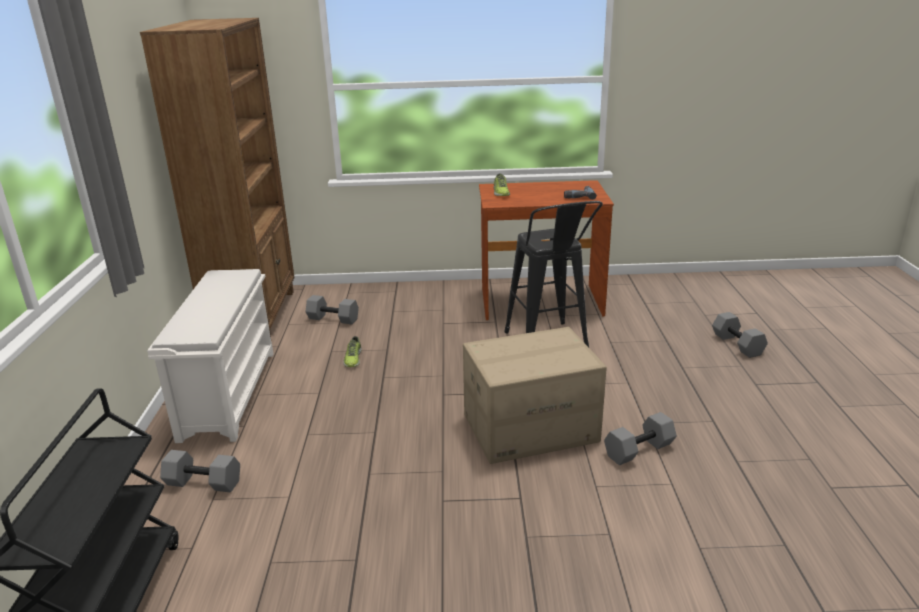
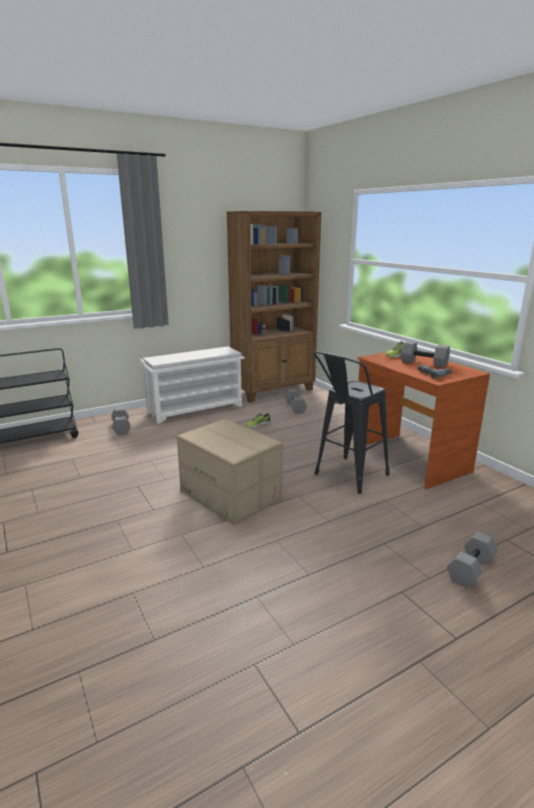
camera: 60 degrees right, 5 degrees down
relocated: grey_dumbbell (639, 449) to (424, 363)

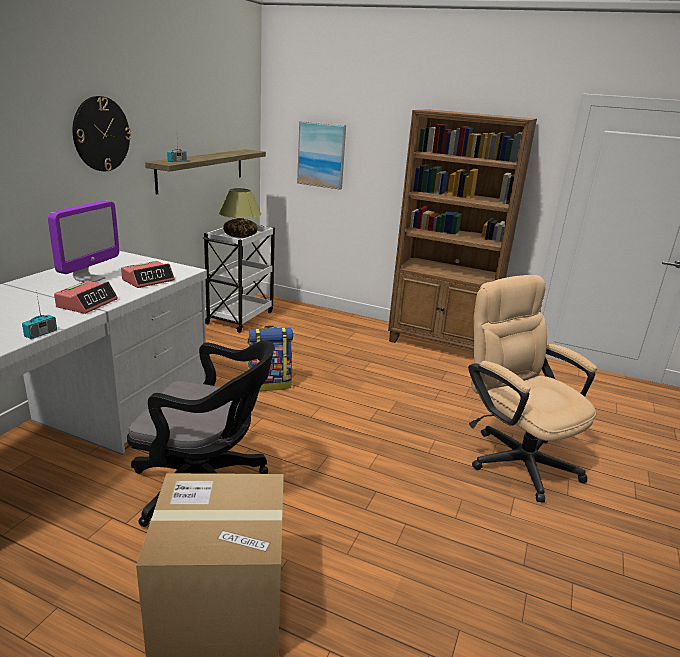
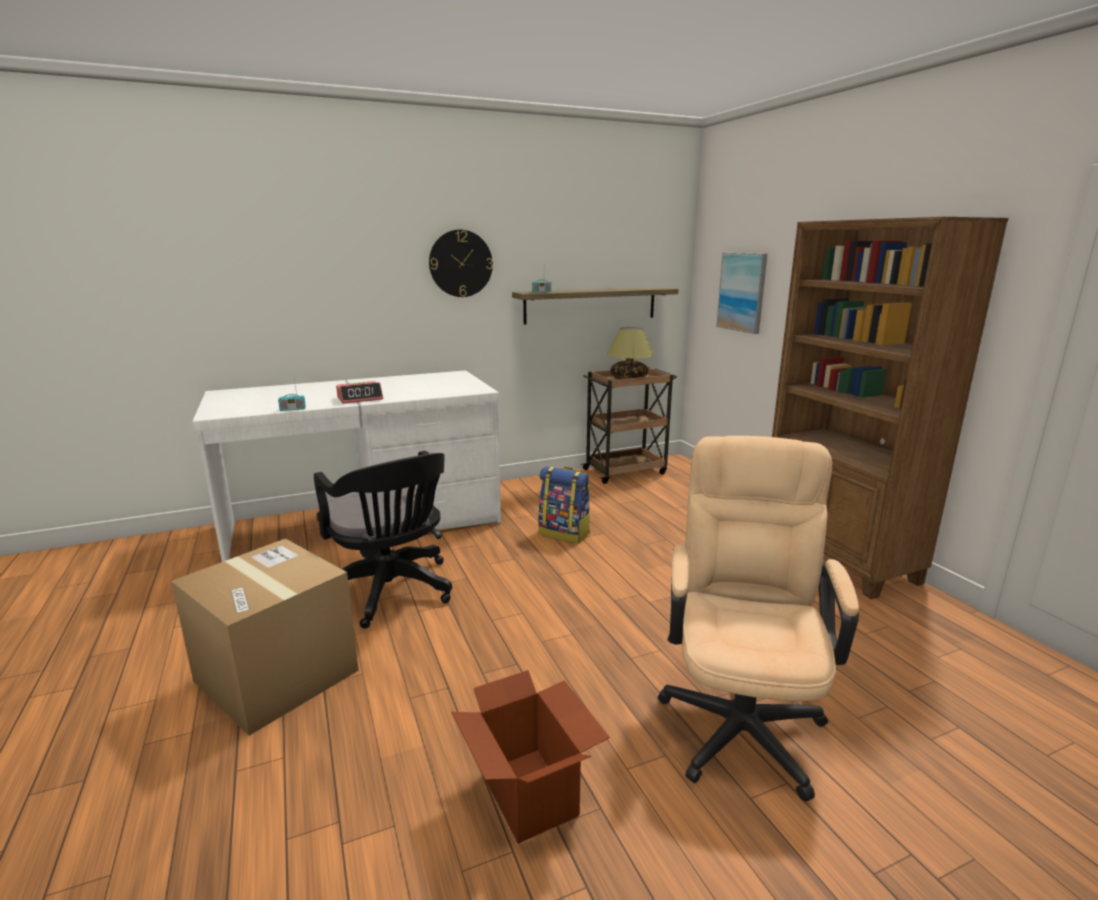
camera: 45 degrees right, 5 degrees down
missing: monitor (89, 279); alarm_clock (148, 280)
appeared: cardboard_box (530, 793)
colour: white_cart (240, 317) to brown_cart (625, 471)

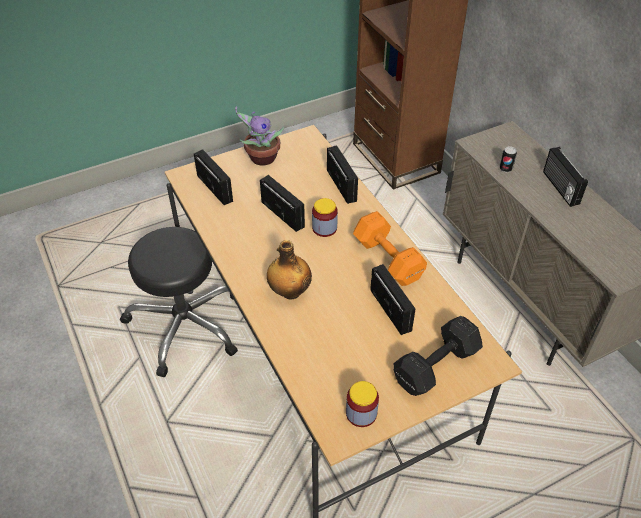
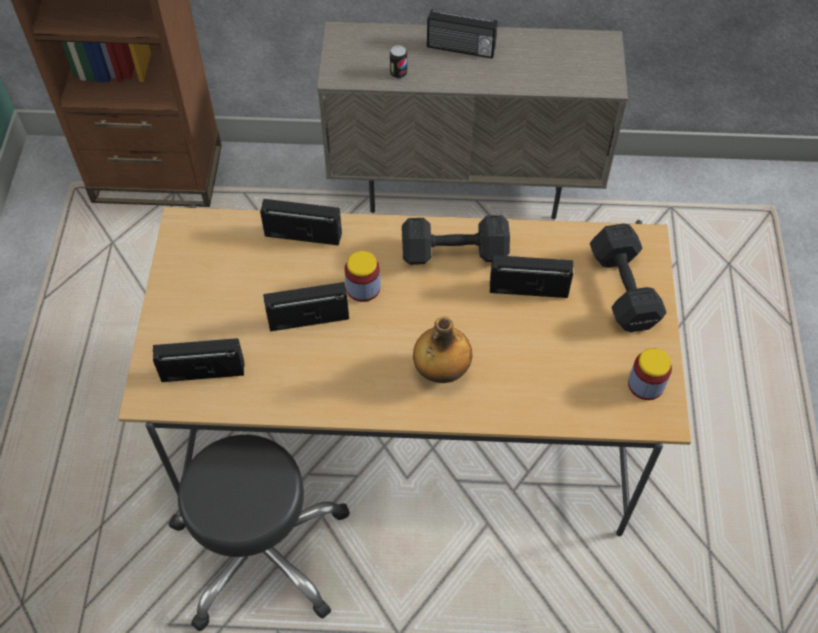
camera: 60 degrees left, 10 degrees up
missing: potted_plant (261, 158)
colour: orange_dumbbell (388, 261) to black_dumbbell (456, 253)

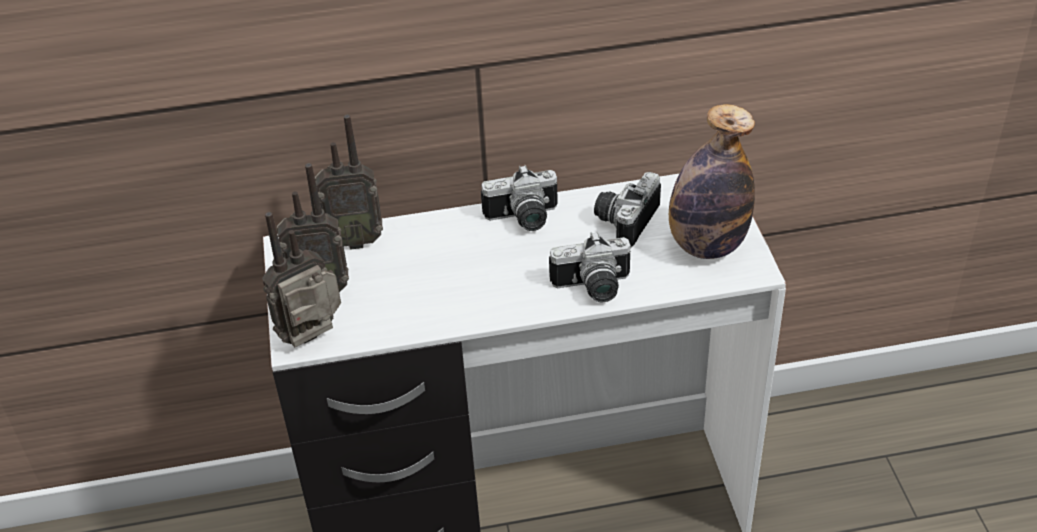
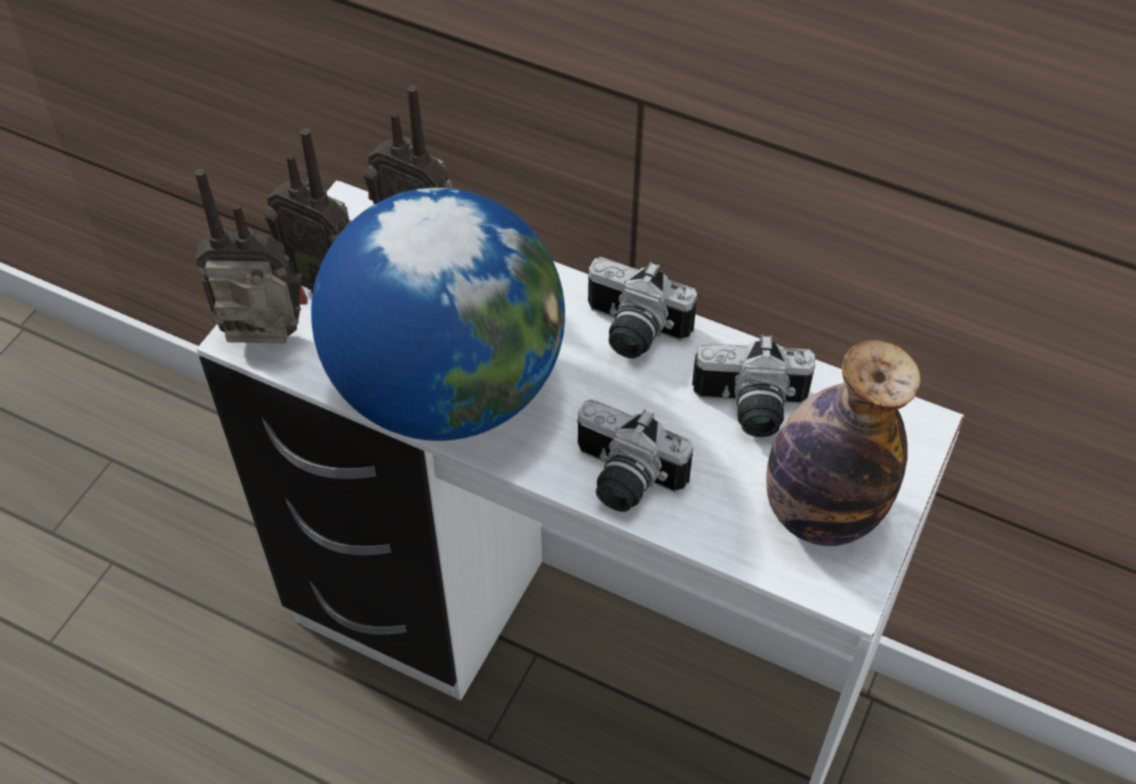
camera: 35 degrees right, 10 degrees up
appeared: globe (447, 389)
spun: photo_camera (623, 220) = (749, 410) 150 degrees counterclockwise

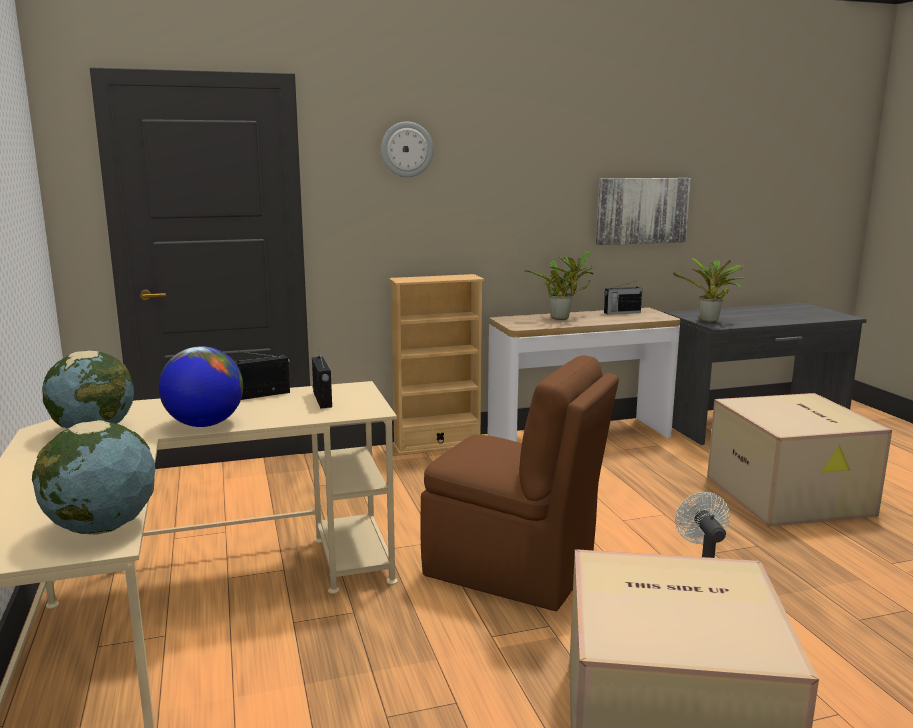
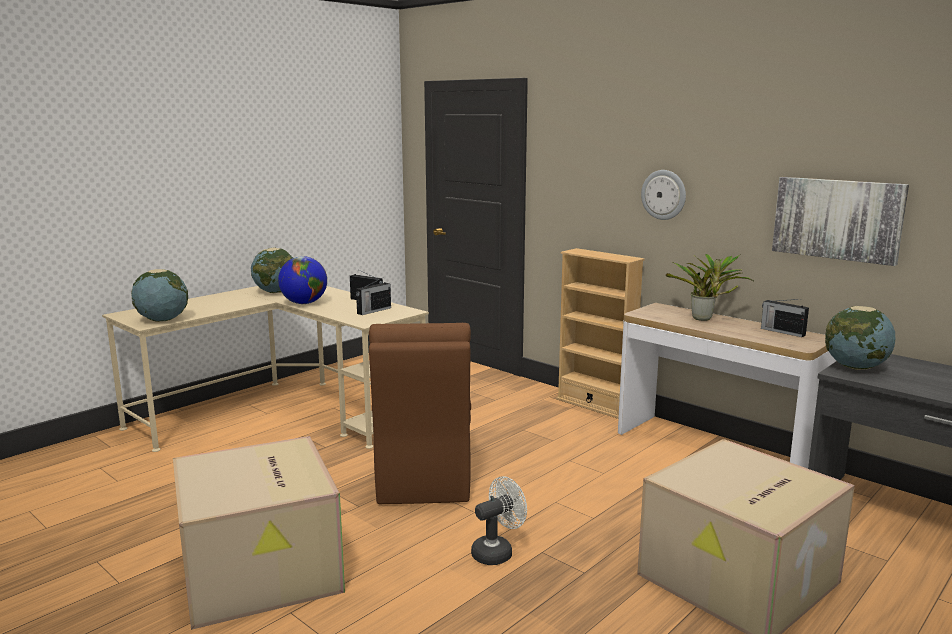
camera: 60 degrees right, 0 degrees up
relocated: wall_clock (406, 149) to (664, 194)
exchanged: potted_plant (709, 321) to globe (855, 367)

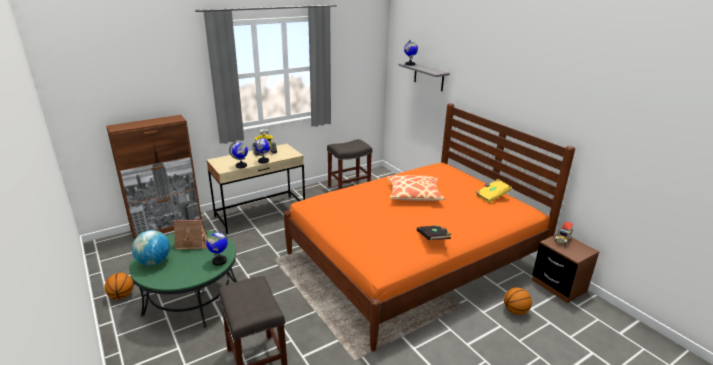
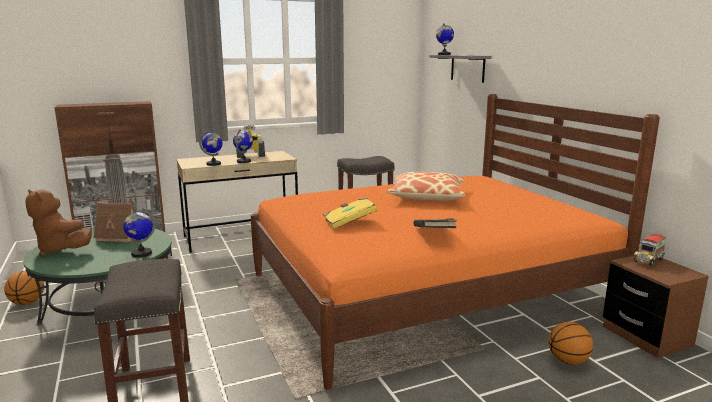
camera: 10 degrees right, 10 degrees down
relocated: yellow_book (492, 196) to (349, 222)
exchanged: globe (154, 262) to brown_plush_toy (61, 250)

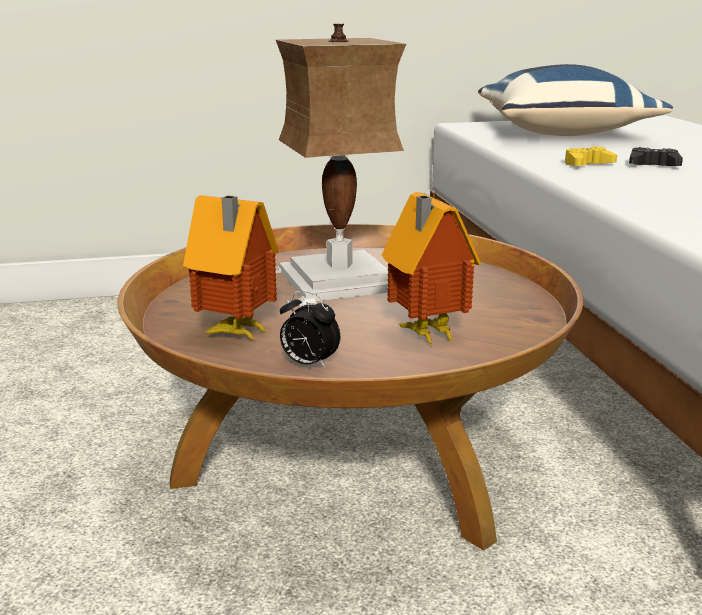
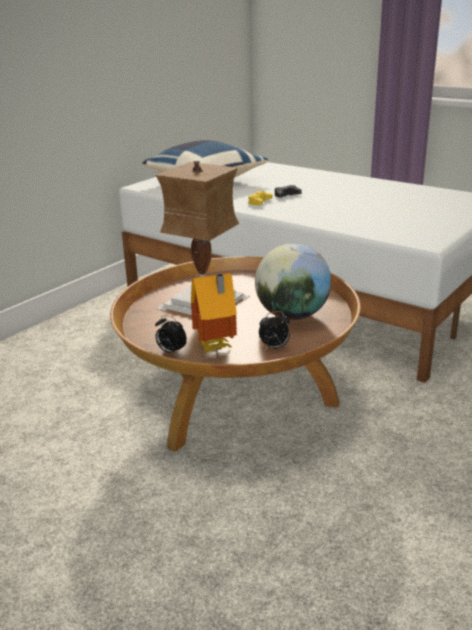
camera: 40 degrees left, 5 degrees up
appeared: alarm_clock (171, 352)
exchanged: toy_house (424, 335) to globe (292, 316)

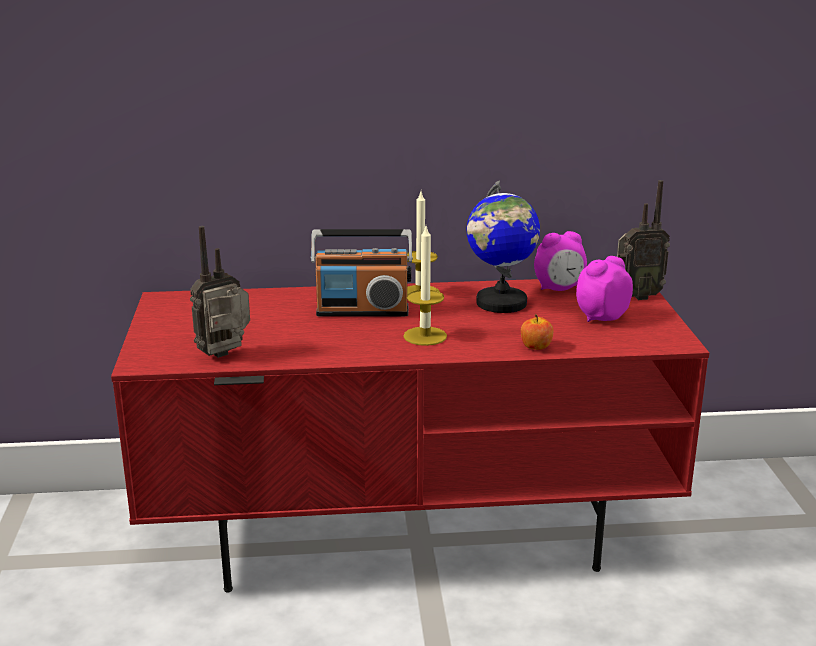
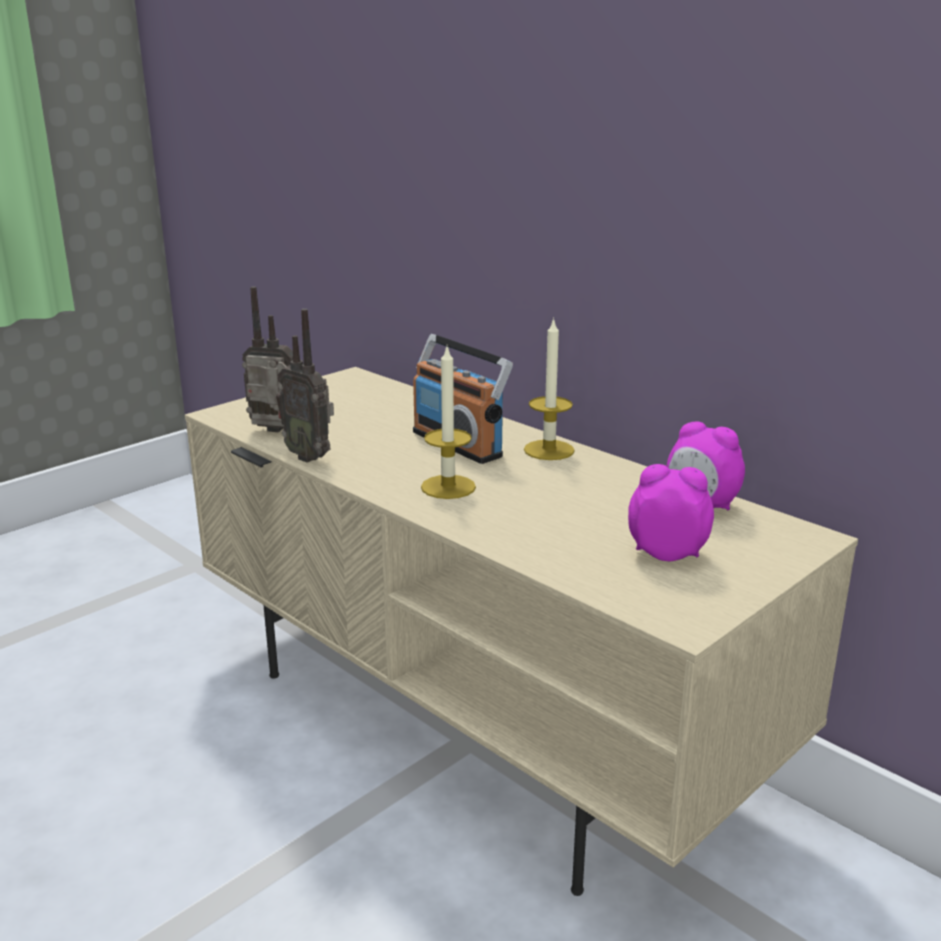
camera: 50 degrees right, 0 degrees up
missing: globe (501, 303); apple (536, 347)
relocated: radio (636, 296) to (310, 456)
colour: red_tv_stand (410, 530) to beige_tv_stand (479, 724)

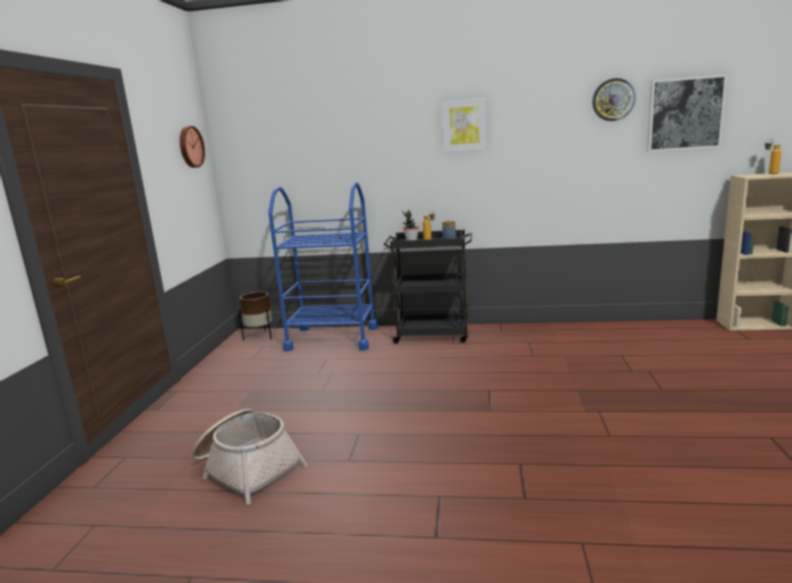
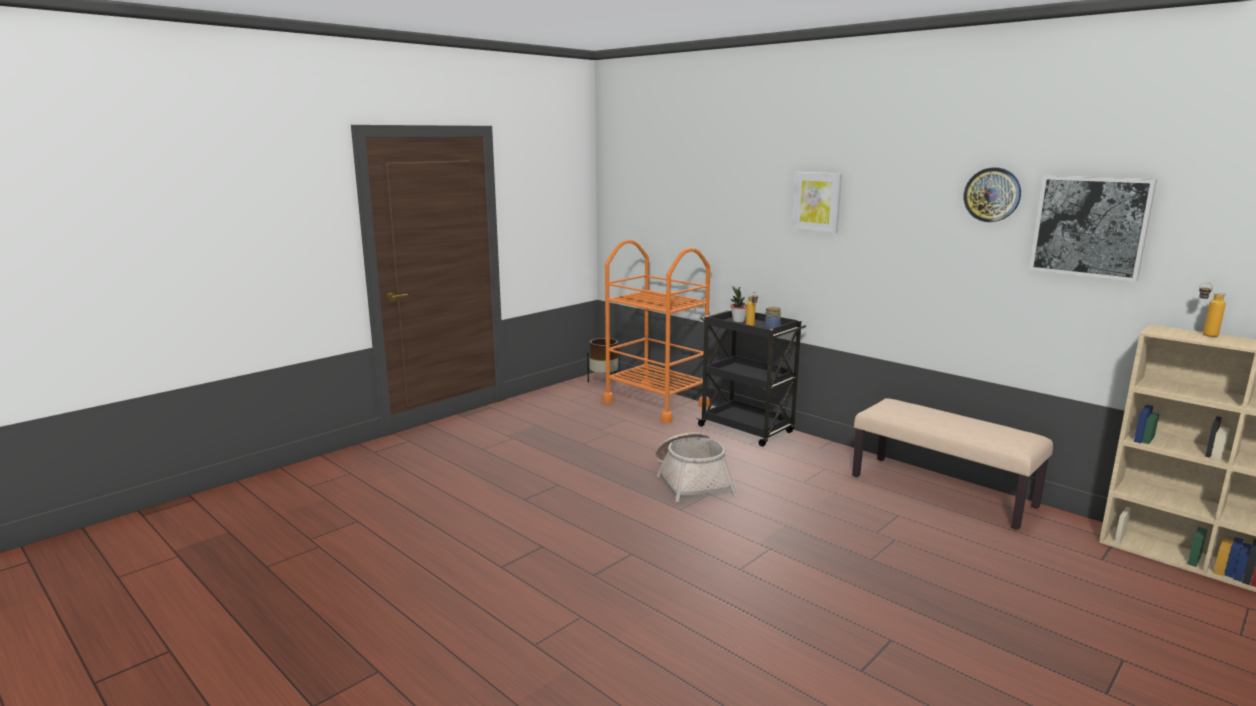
camera: 35 degrees right, 0 degrees up
missing: wall_clock (190, 147)
appeared: beige_bench (942, 491)
relocated: basket (247, 468) to (691, 481)
colour: blue_cart (332, 338) to orange_cart (655, 404)

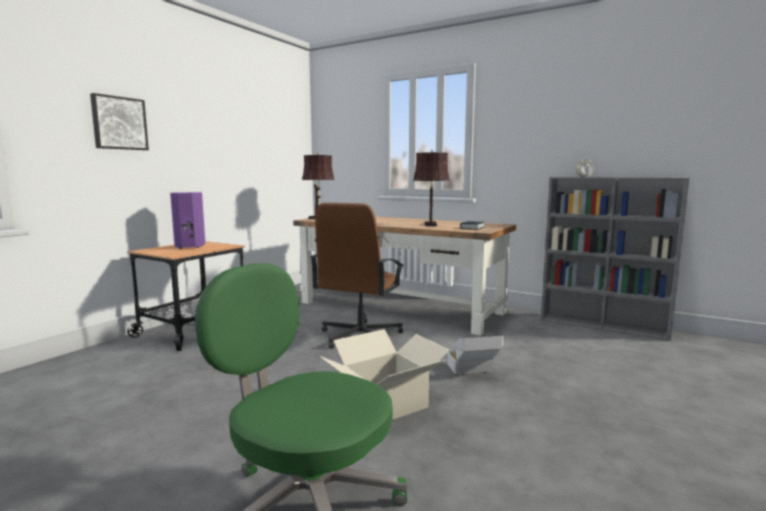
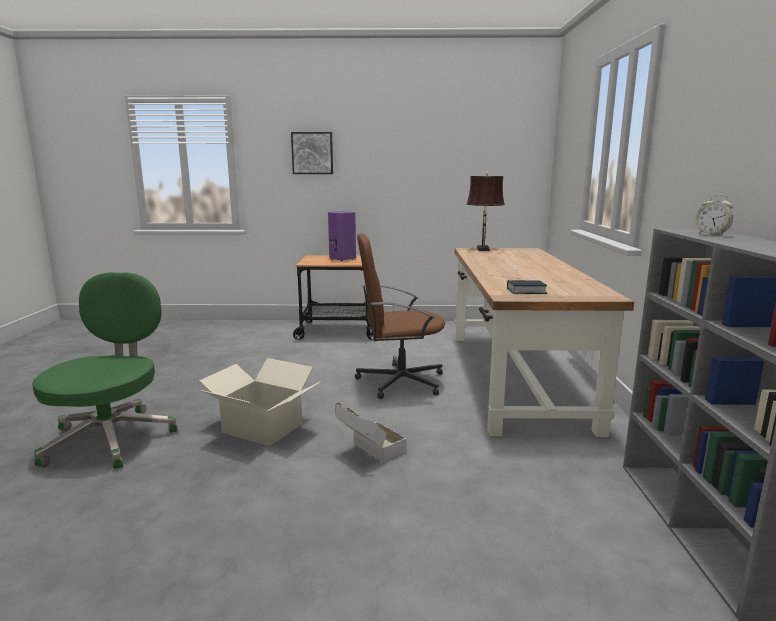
camera: 60 degrees right, 5 degrees up
missing: brown_table_lamp (430, 224)

